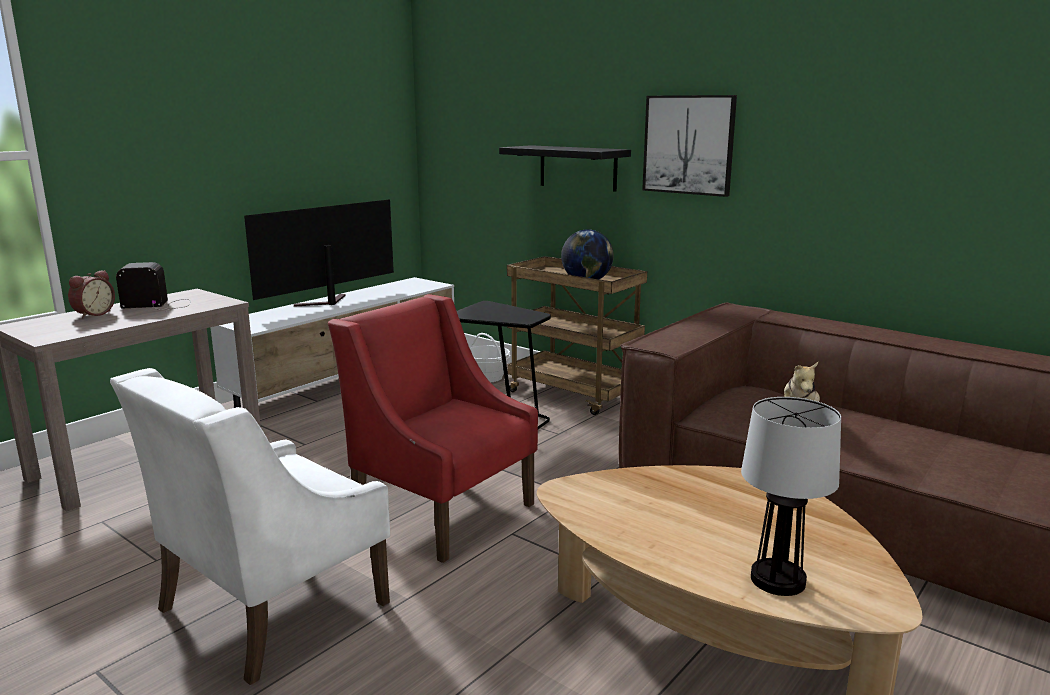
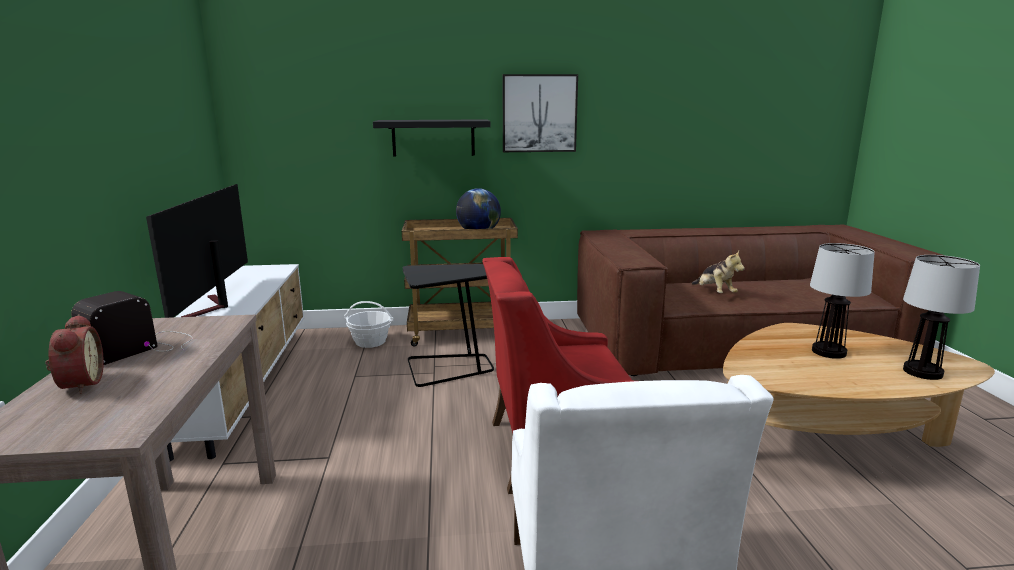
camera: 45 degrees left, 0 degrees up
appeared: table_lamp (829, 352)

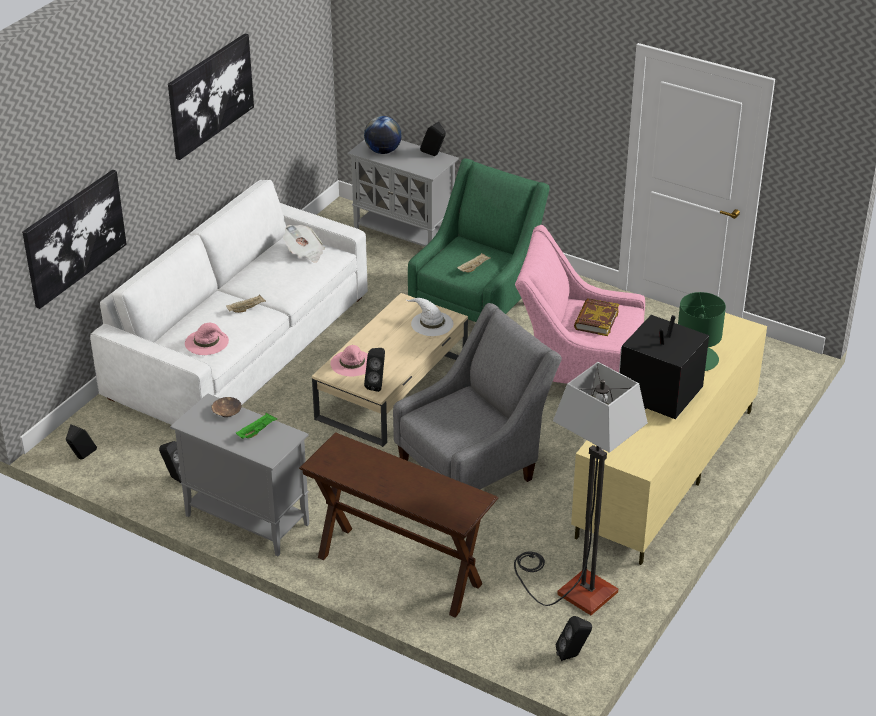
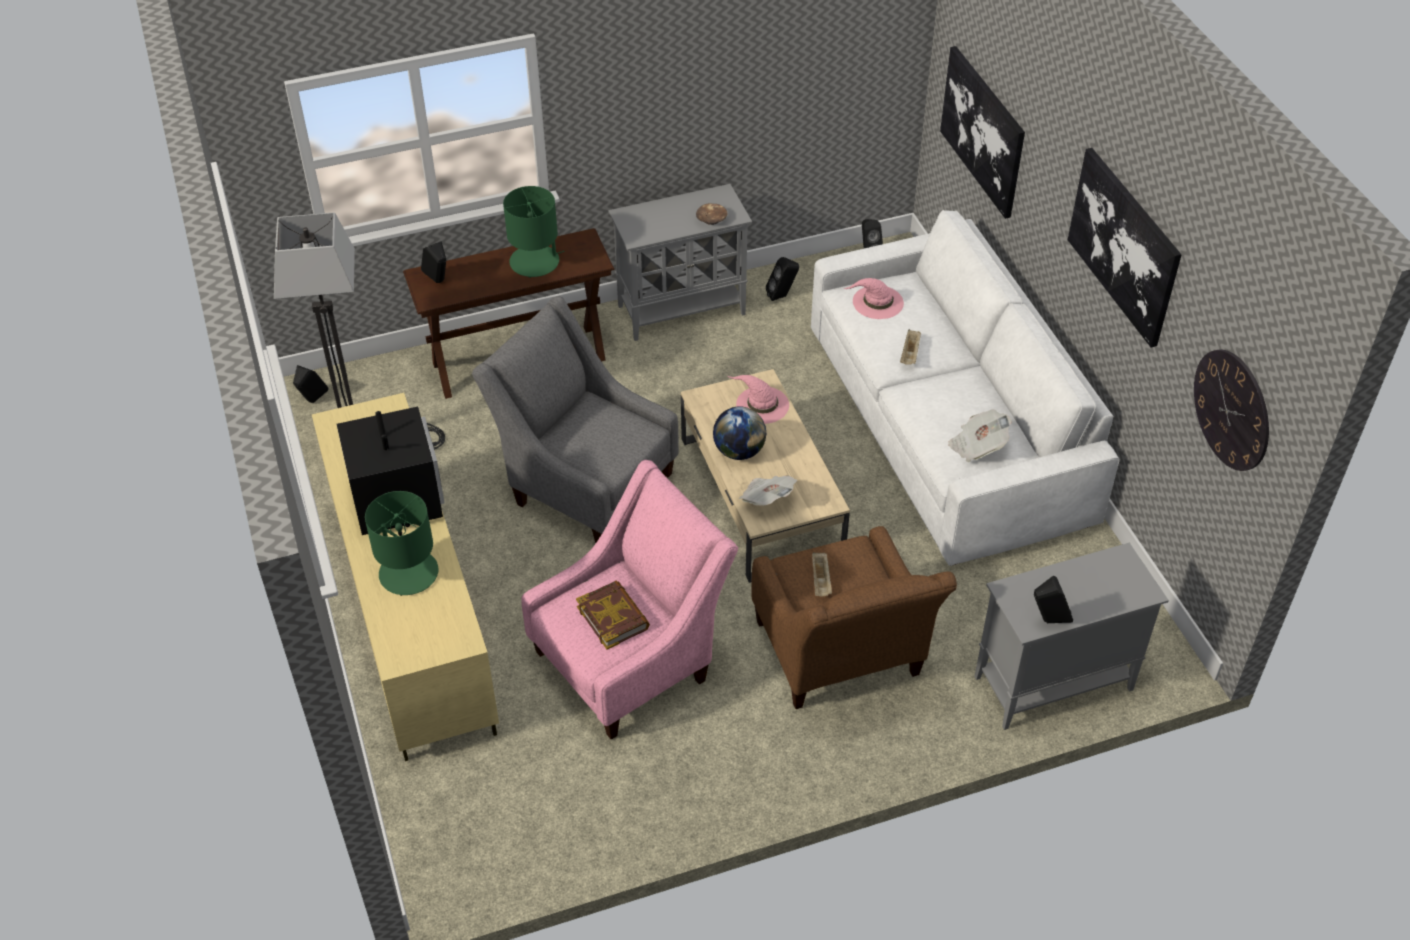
camera: 130 degrees right, 10 degrees up
missing: green_tray (257, 431)
appeared: green_table_lamp (535, 262); wall_clock (1231, 409)
relocated: globe (383, 151) to (739, 451); black_speaker (377, 384) to (439, 281)
exchanged: white_hat (431, 323) to newspaper (767, 499)
colour: green_armchair (477, 304) to brown_armchair (841, 658)
spun: grey_armchair (474, 465) = (585, 483) 120 degrees clockwise

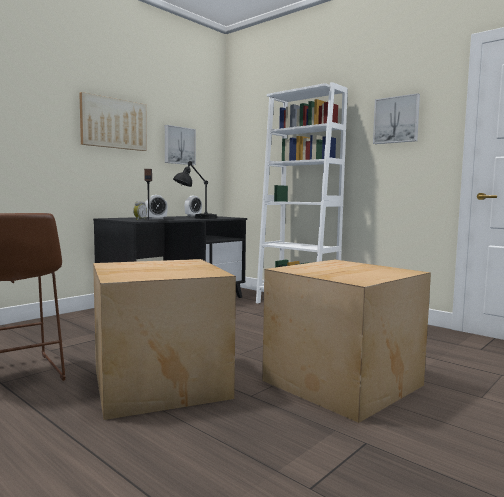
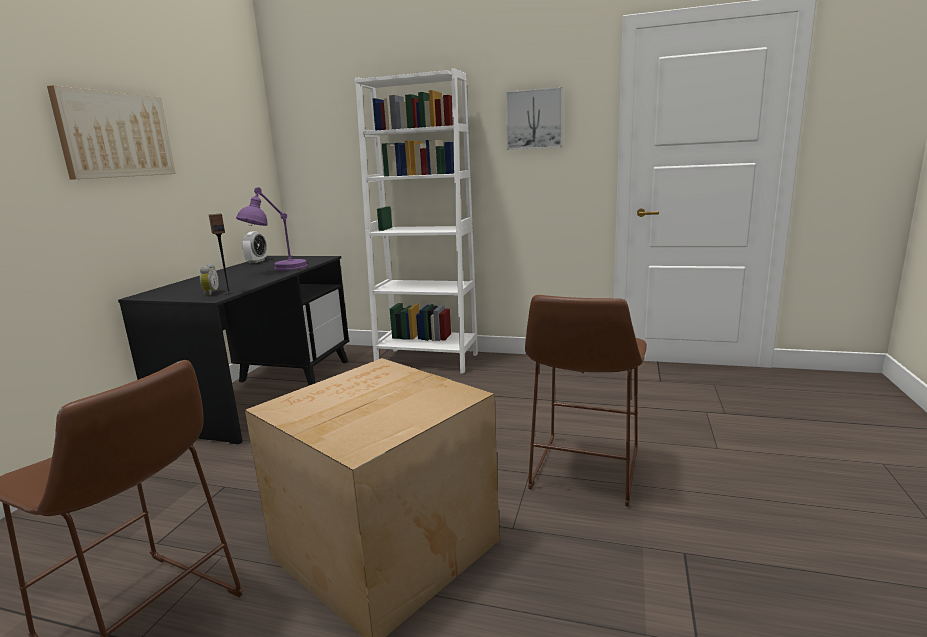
camera: 25 degrees left, 10 degrees up
missing: alarm_clock (156, 219); picture (179, 145)
exchanged: cardboard_box (339, 382) to brown_stool (583, 472)
colour: black_table_lamp (196, 218) to purple_table_lamp (278, 270)

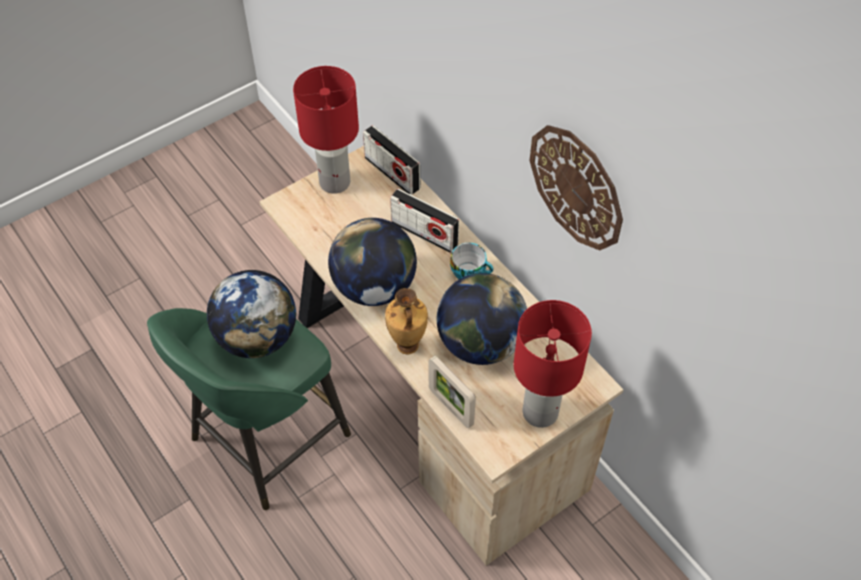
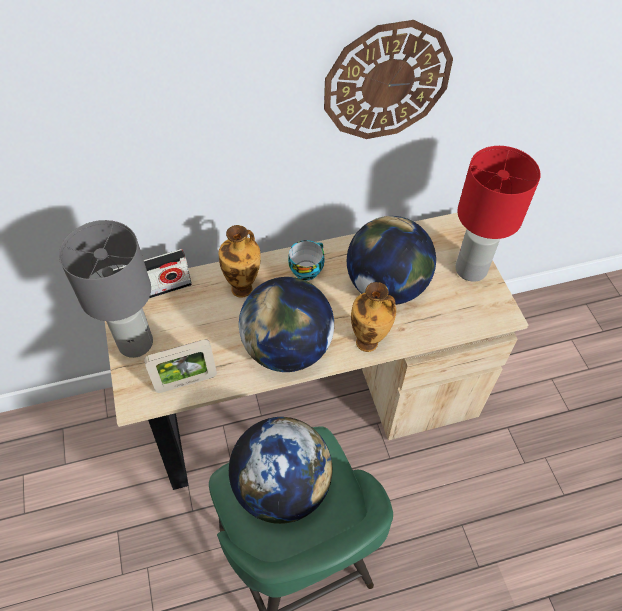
camera: 70 degrees left, 0 degrees up
relocated: picture_frame (451, 407) to (186, 382)
exchanged: radio (424, 233) to vase (243, 288)
colour: red_table_lamp (335, 183) to grey_table_lamp (136, 342)

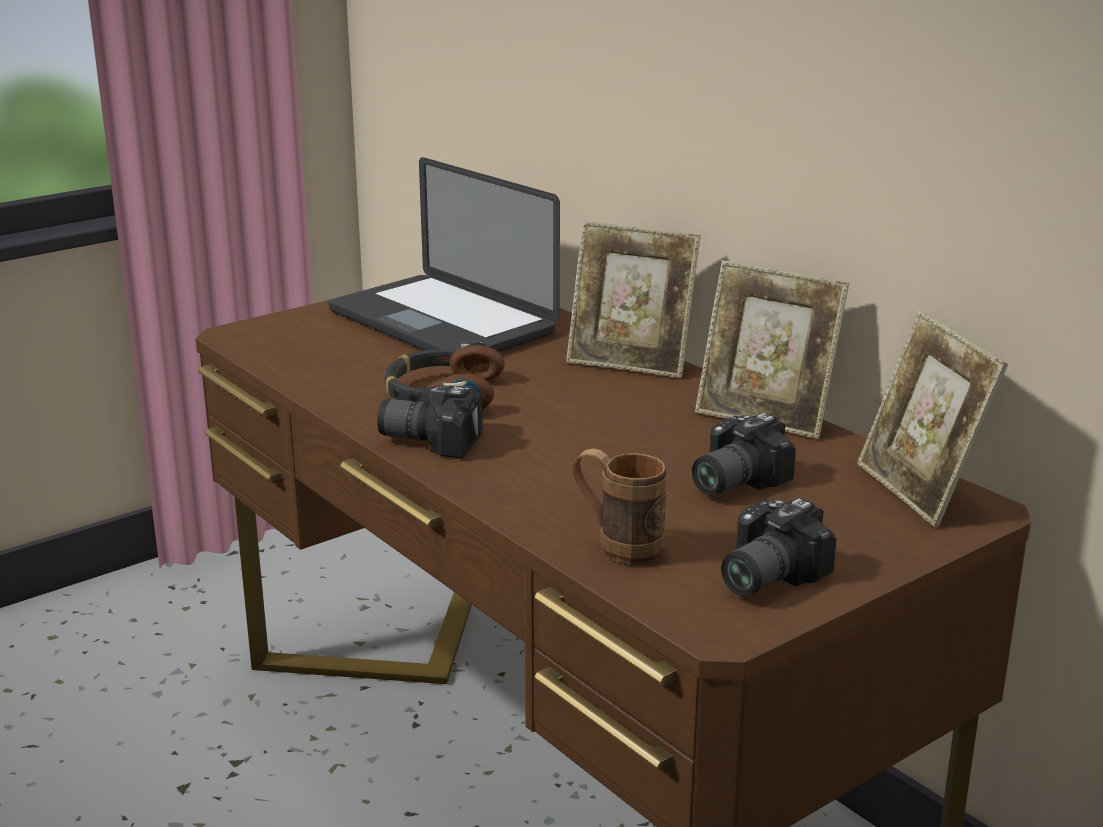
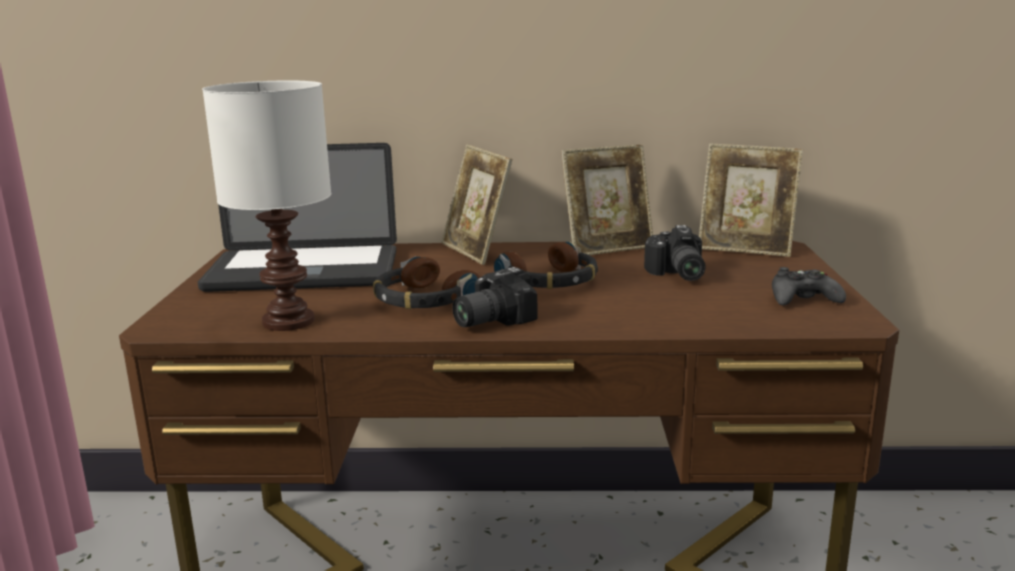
camera: 50 degrees left, 5 degrees down
missing: brown_mug (617, 547)
appeared: white_table_lamp (289, 320); headphones (550, 282)
exchanged: photo_camera (762, 576) to black_game_controller (803, 299)
spun: picture_frame (630, 363) = (476, 251) 90 degrees clockwise

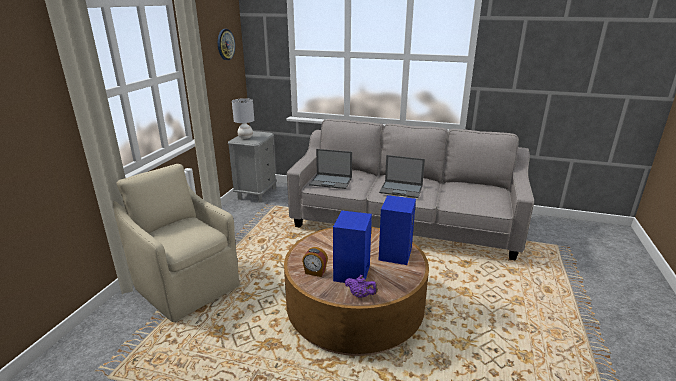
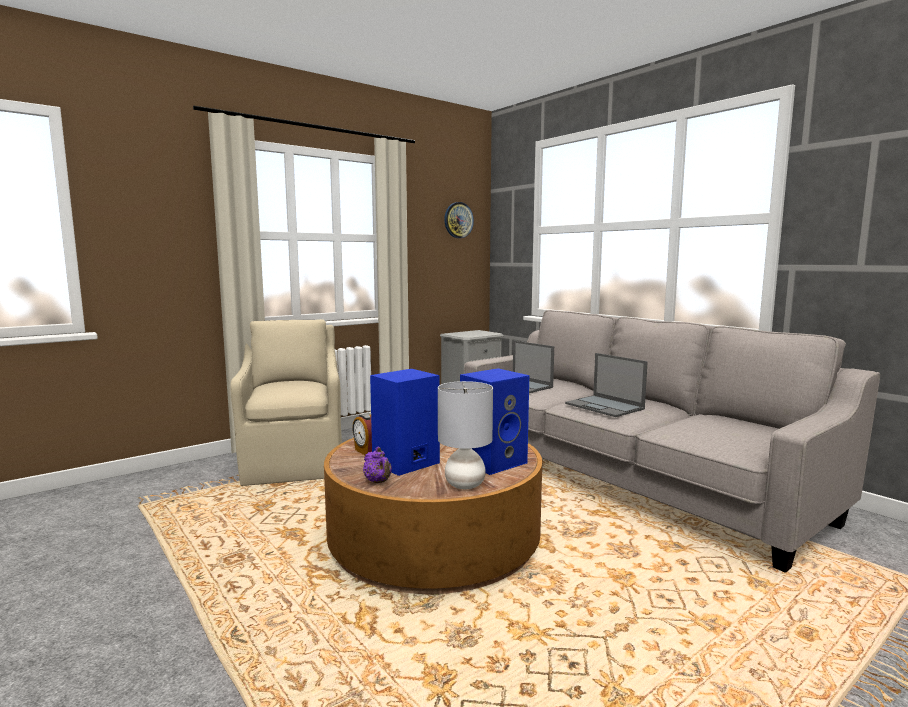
camera: 35 degrees right, 15 degrees down
relocated: grey_table_lamp (245, 137) to (464, 485)

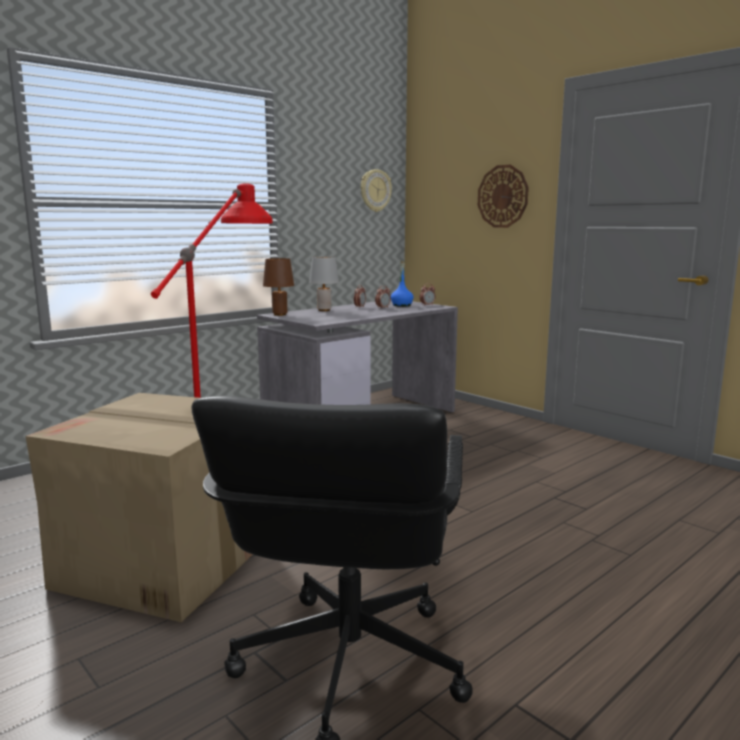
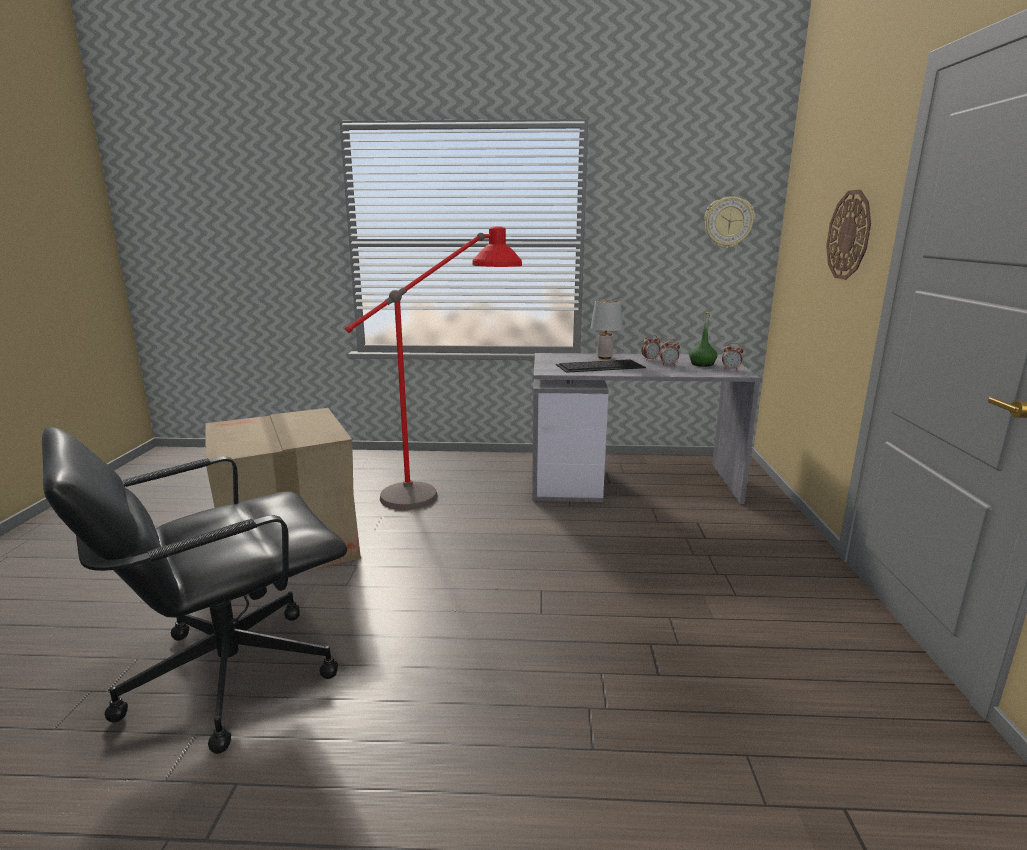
camera: 45 degrees right, 5 degrees up
missing: brown_table_lamp (280, 314)
appeared: keyboard (601, 366)
colour: blue_bottle (402, 305) to green_bottle (702, 364)

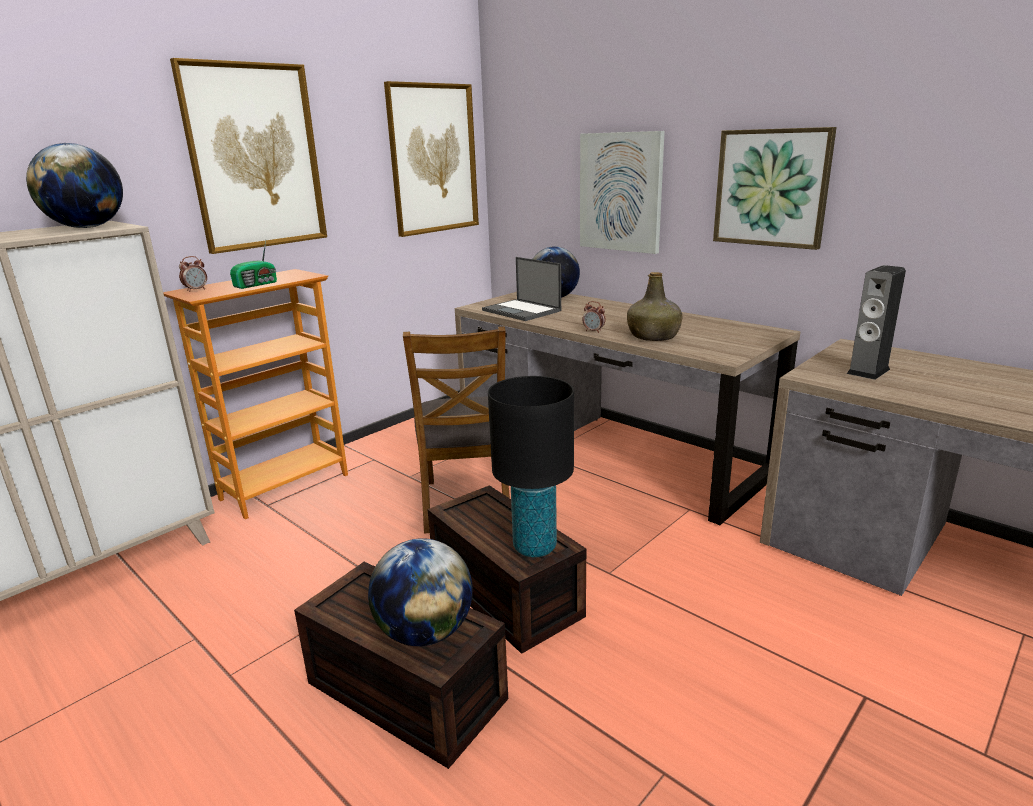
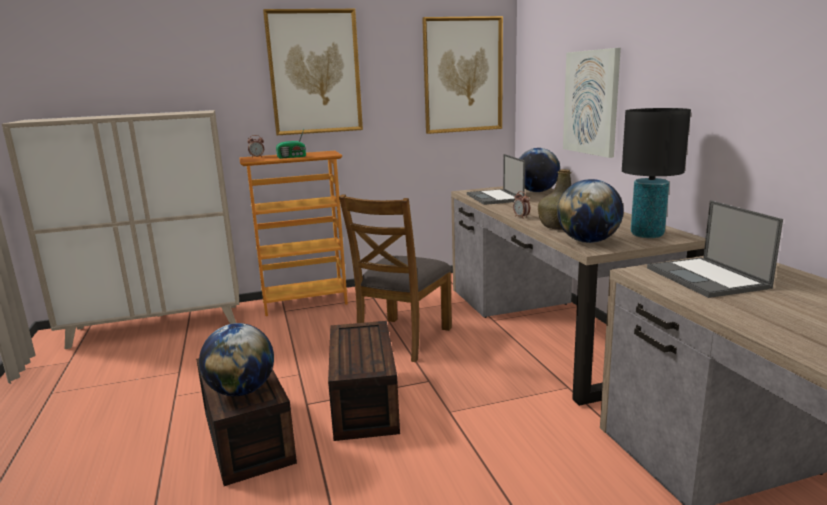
camera: 30 degrees right, 5 degrees down
missing: picture (771, 188)
relocated: globe (87, 227) to (588, 241); black_table_lamp (534, 547) to (646, 235)
exchanged: speaker (868, 371) to laptop (707, 278)

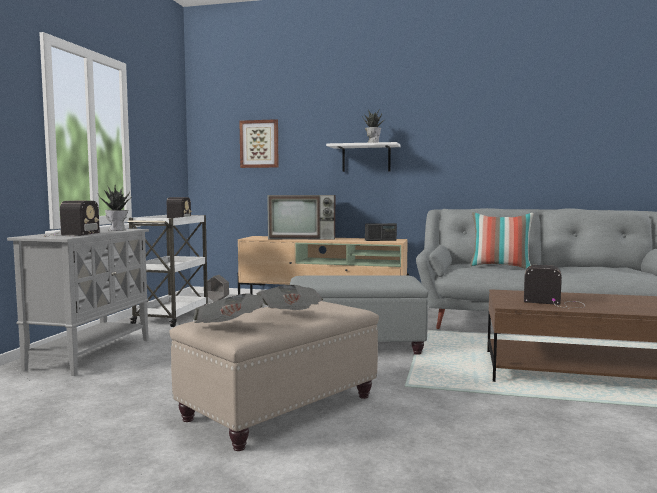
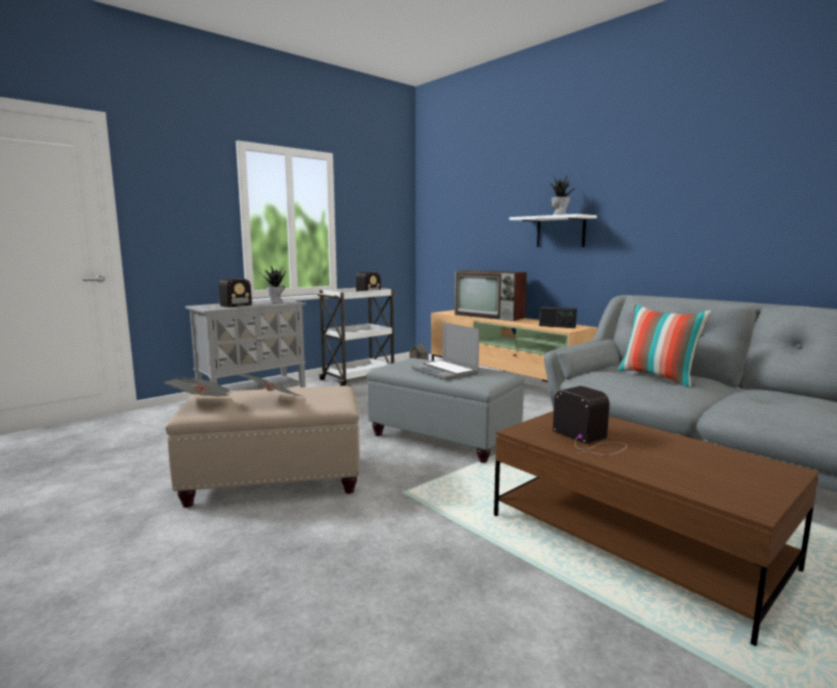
camera: 35 degrees right, 5 degrees up
missing: picture (259, 144)
appeared: laptop (446, 371)

